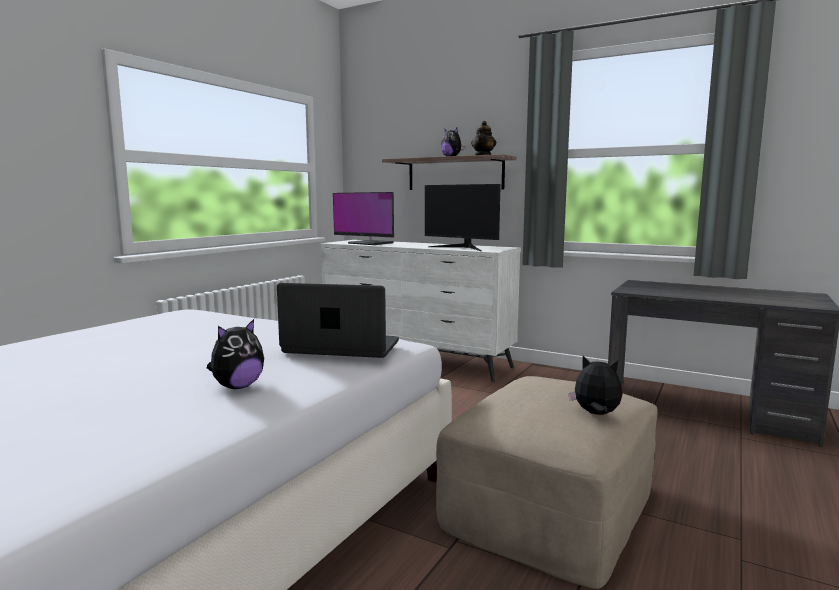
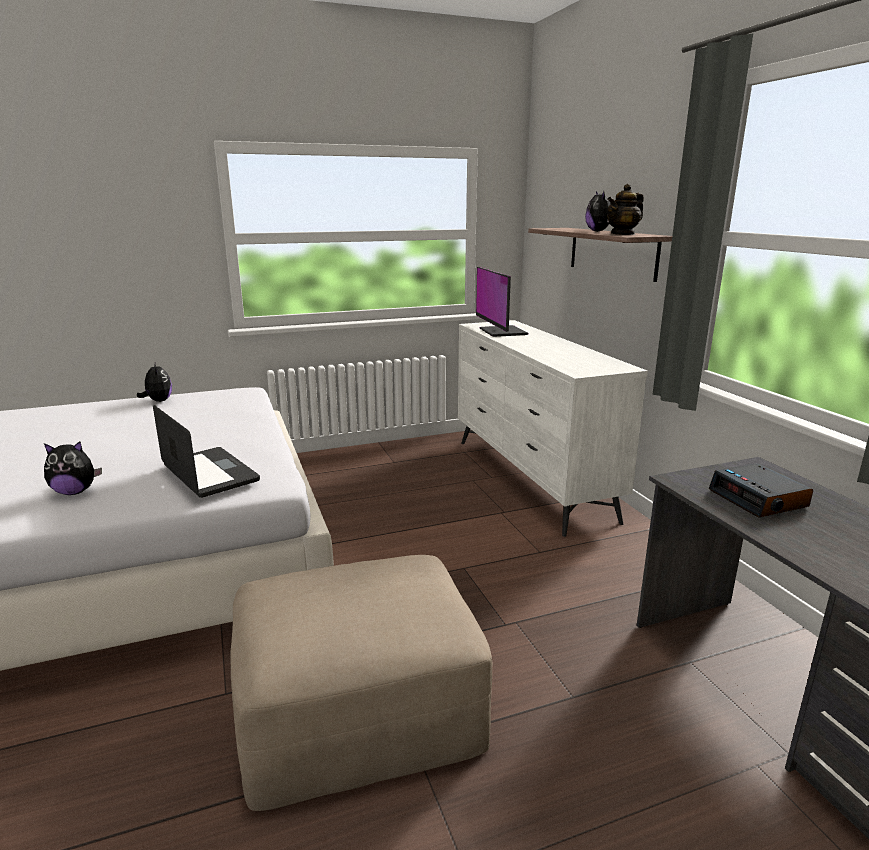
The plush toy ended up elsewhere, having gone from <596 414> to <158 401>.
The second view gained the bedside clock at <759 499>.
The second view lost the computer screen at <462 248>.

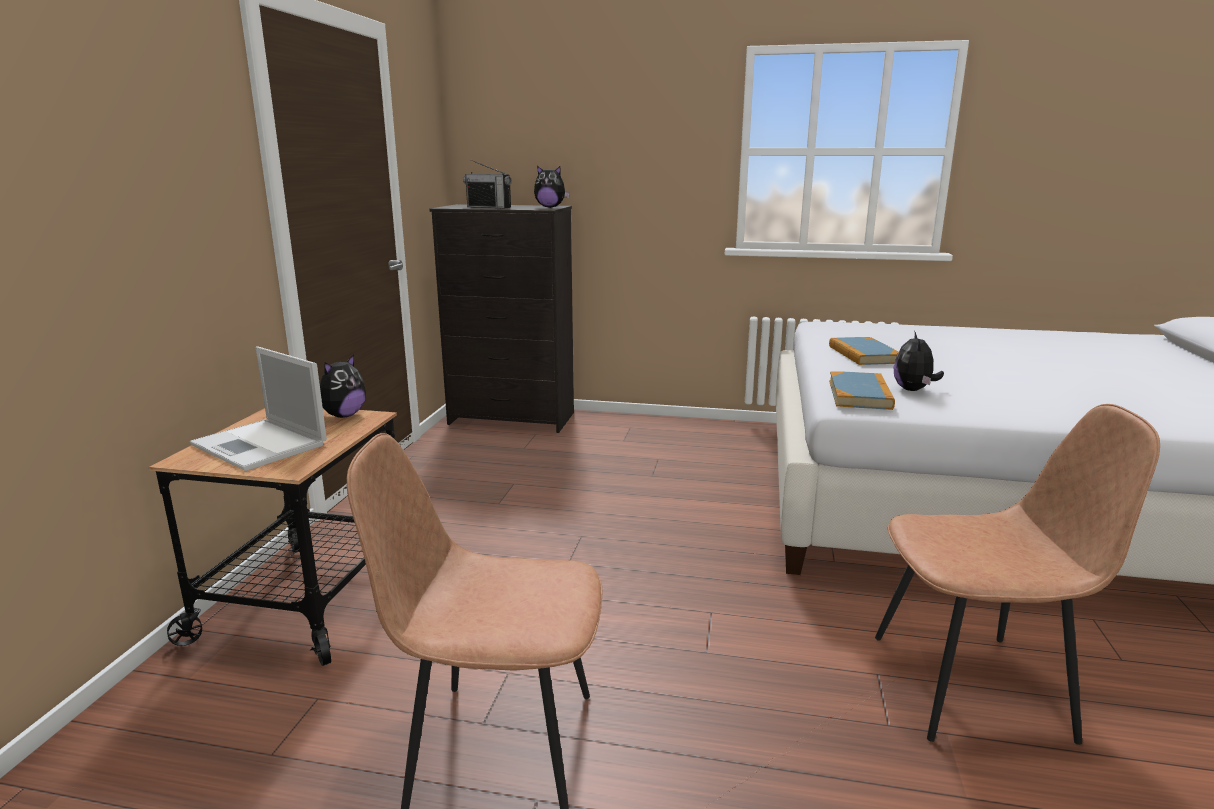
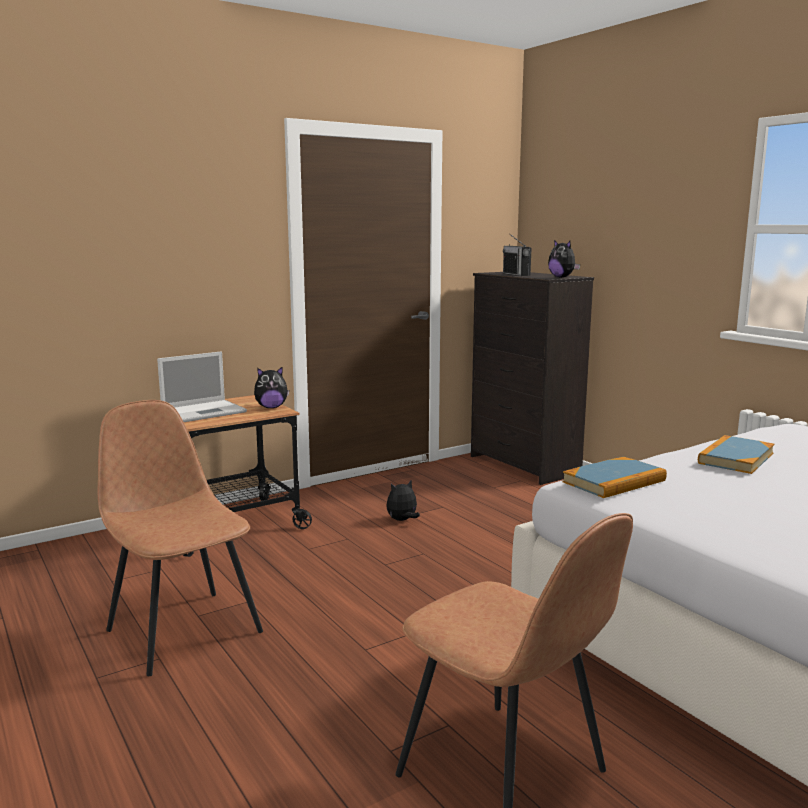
The notebook computer at <261 445> ended up facing another way, 120 degrees counterclockwise from before.
The plush toy ended up elsewhere, having gone from <913 390> to <402 520>.

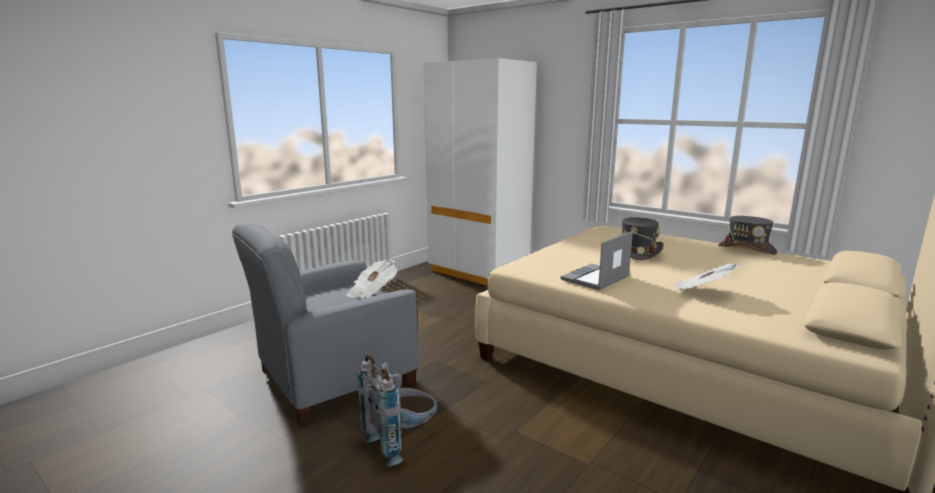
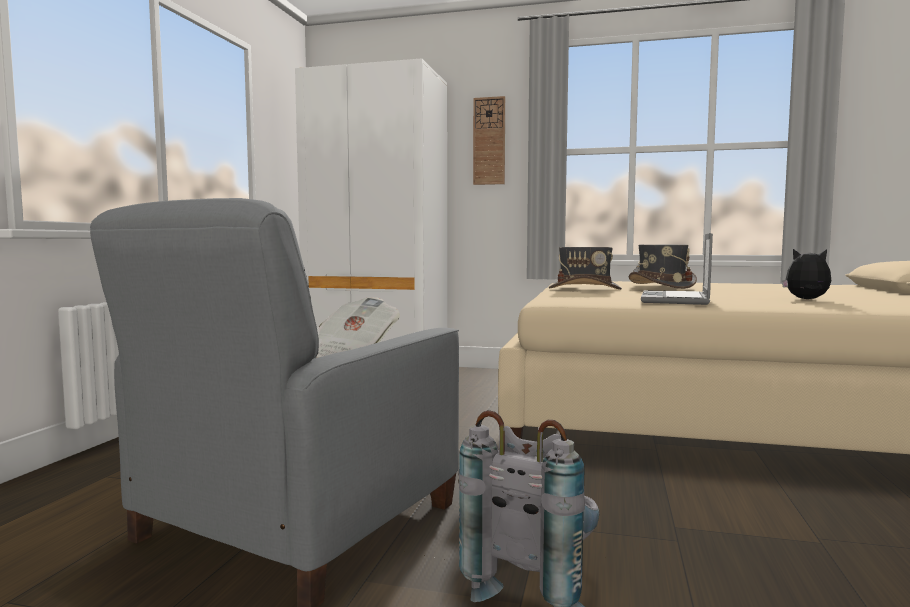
The second view gained the wall clock at <489 141>.
The greyish hat ended up elsewhere, having gone from <746 249> to <584 289>.
Where the daily paper stood at <701 291>, the plush toy came to stand at <807 299>.

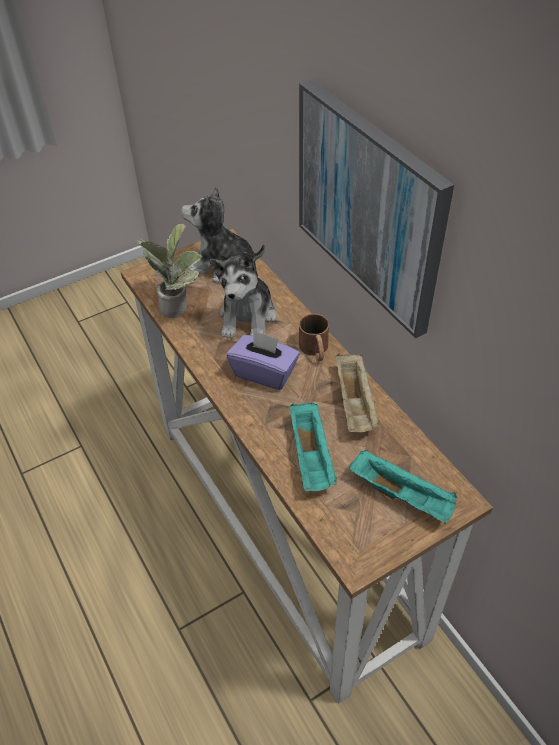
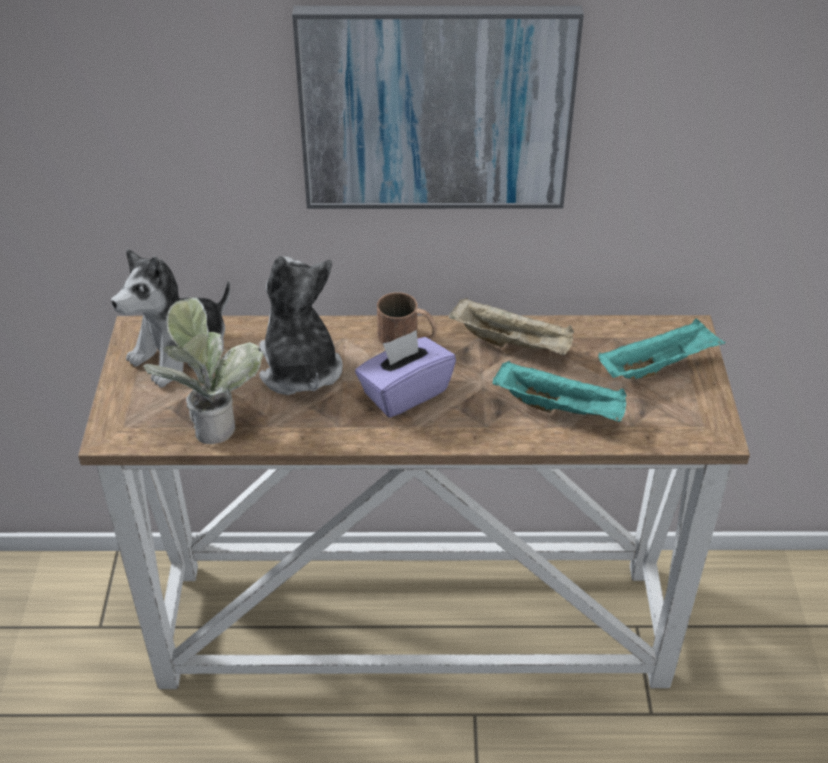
The plush toy at <248 317> ended up facing another way, 150 degrees counterclockwise from before.

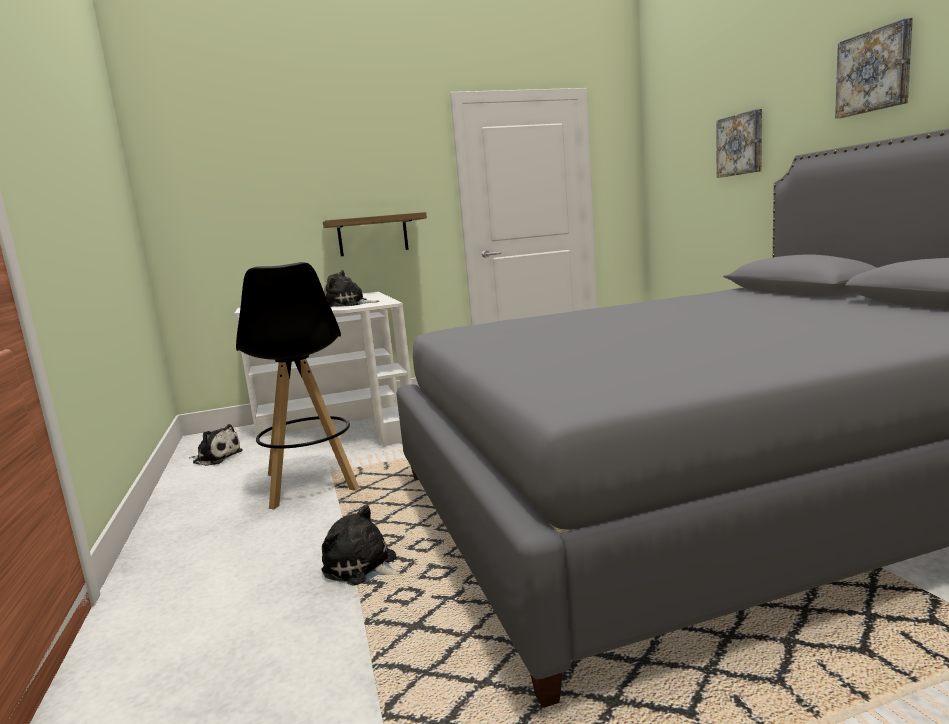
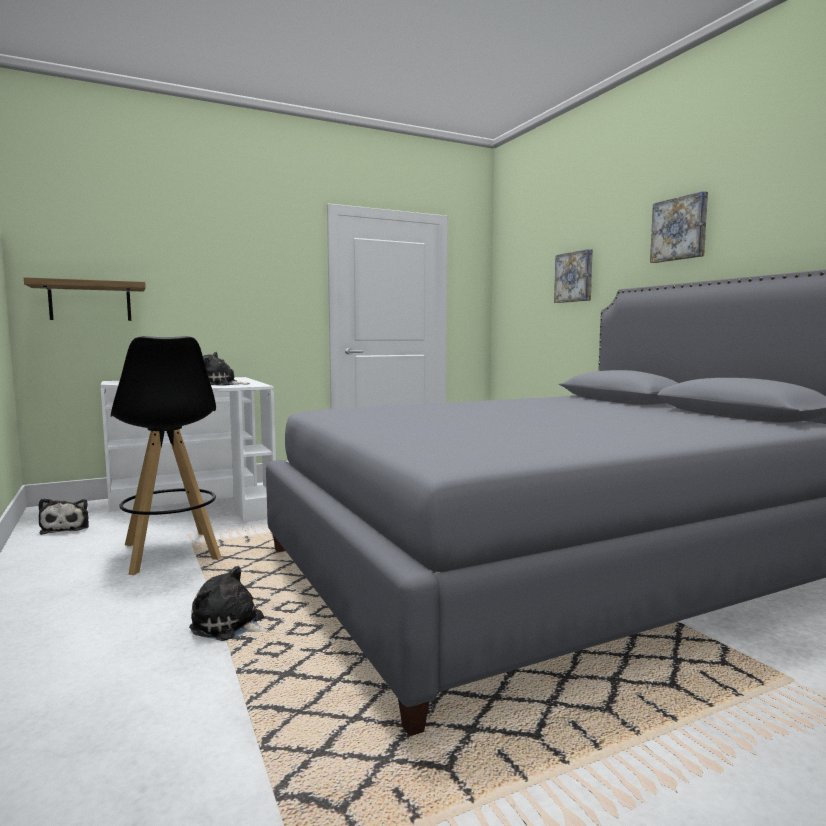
The shelf ended up elsewhere, having gone from <372 235> to <90 302>.
The plush toy at <216 457> ended up facing another way, 60 degrees clockwise from before.

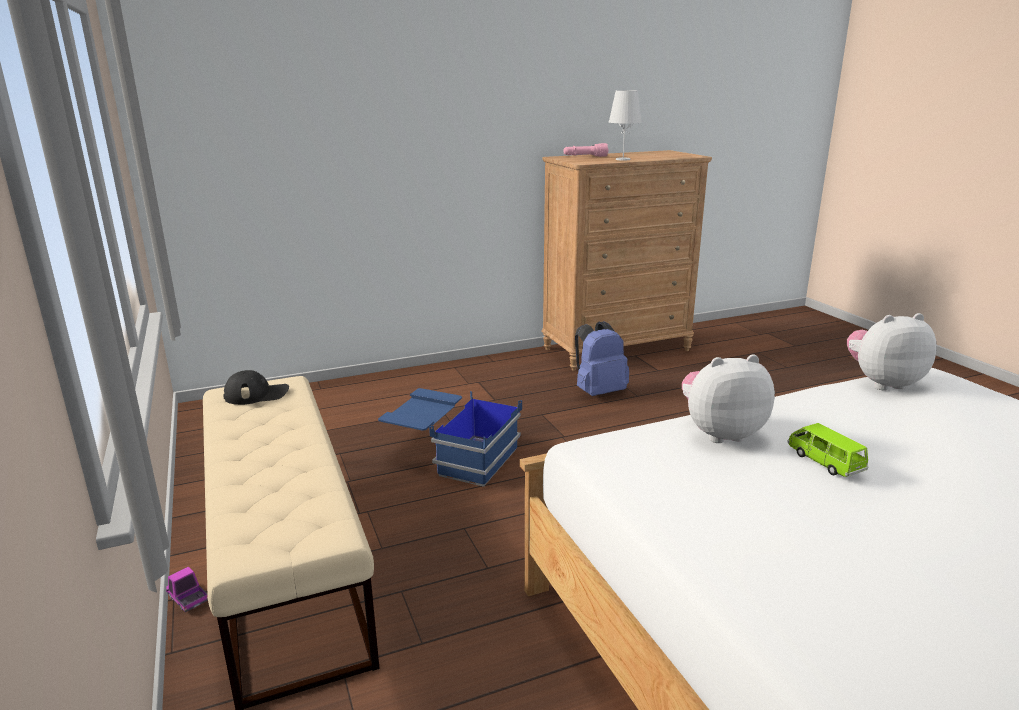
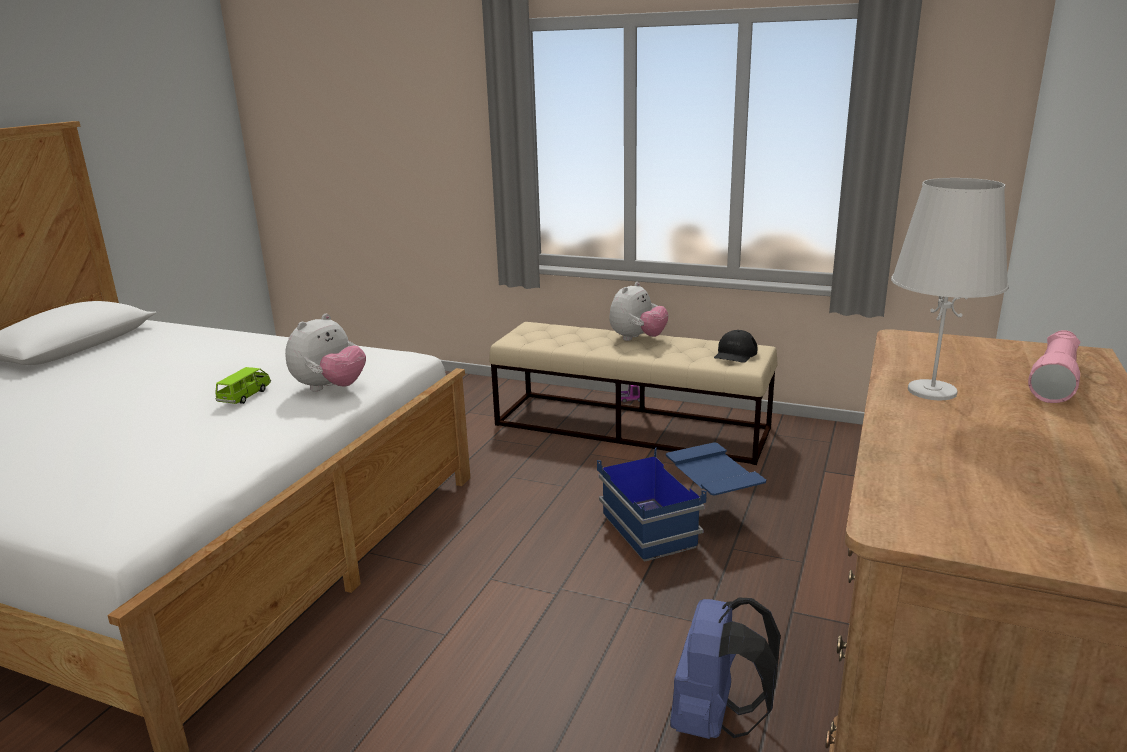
The green model car at <824 462> ended up facing another way, 90 degrees counterclockwise from before.
The plush toy ended up elsewhere, having gone from <882 383> to <637 339>.

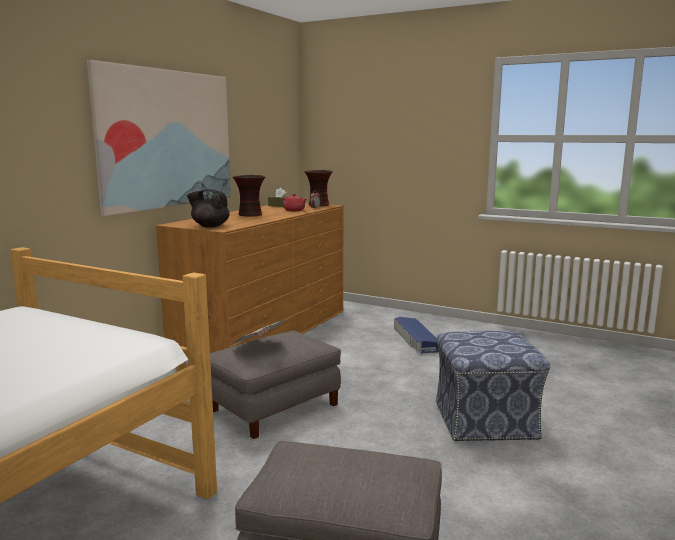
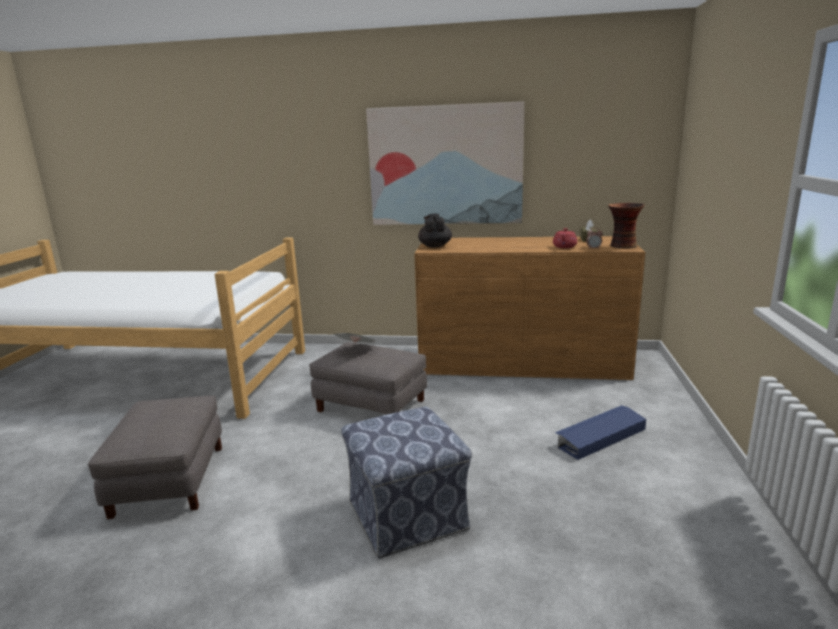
The second view lost the flower vase at <250 215>.

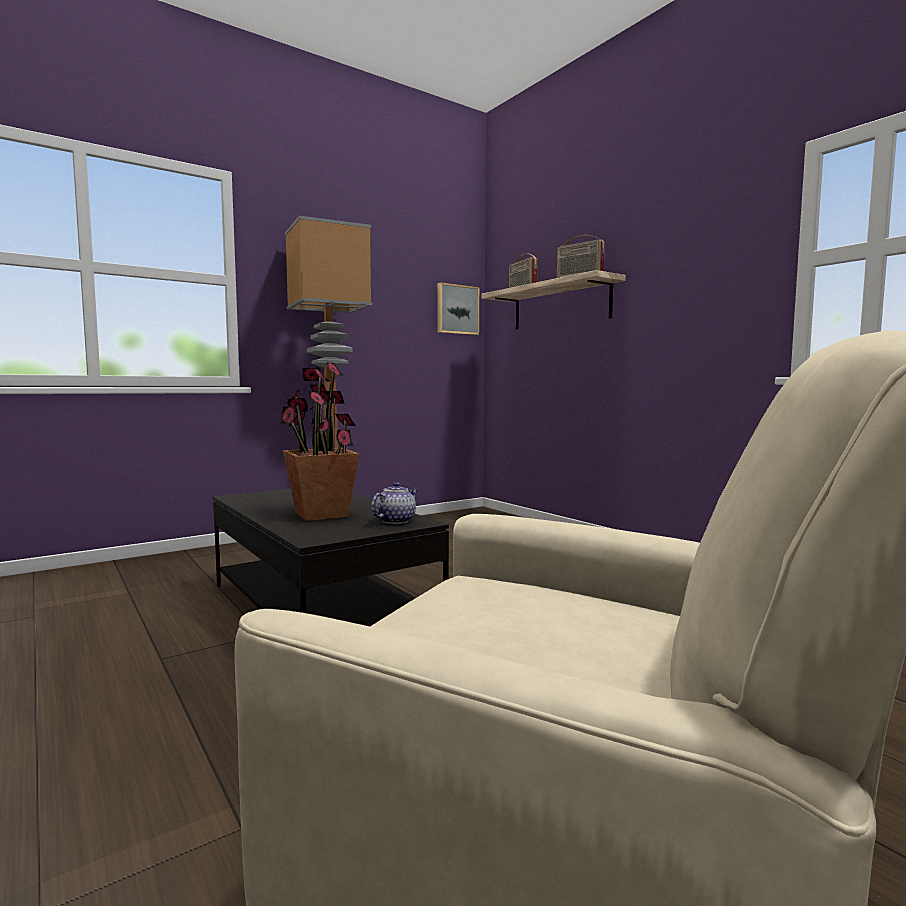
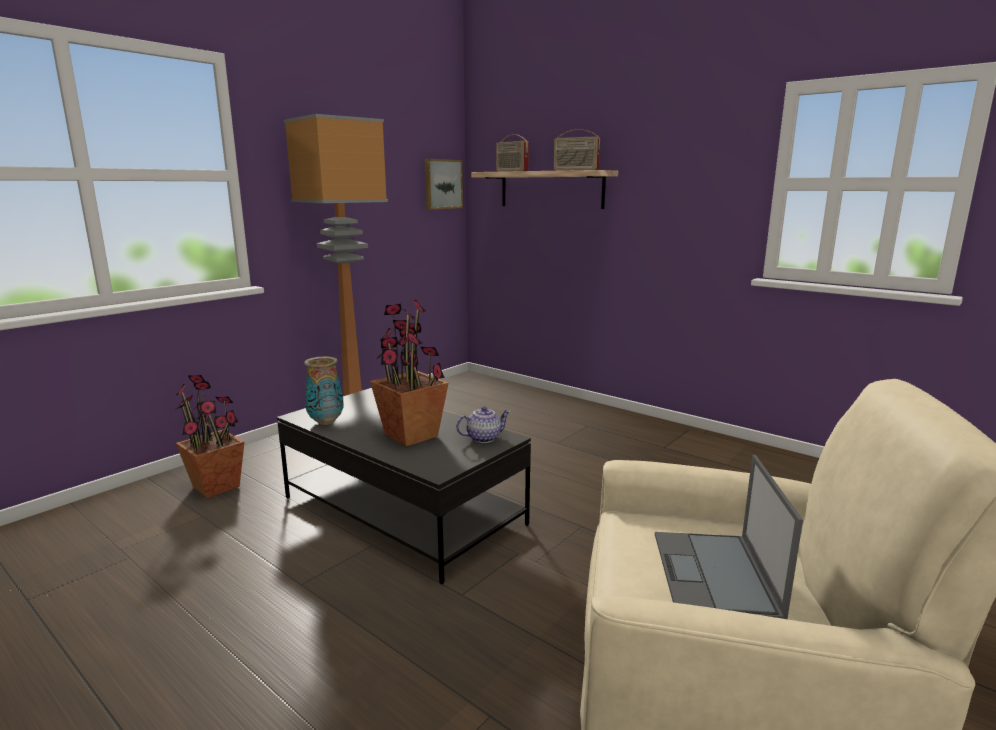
The second view gained the potted plant at <217 487>.
The second view gained the flower vase at <326 422>.
The pot for tea at <395 521> ended up facing another way, 45 degrees clockwise from before.
The second view gained the notebook computer at <715 575>.

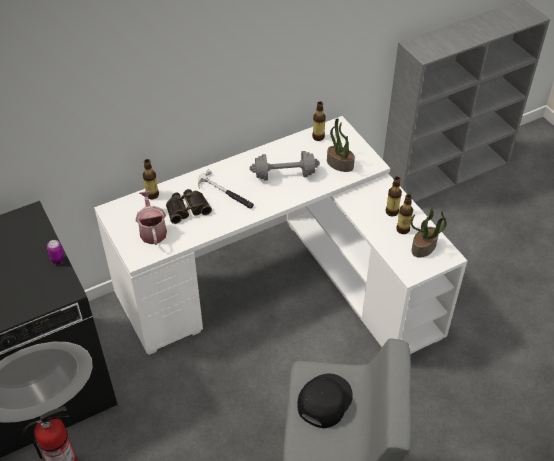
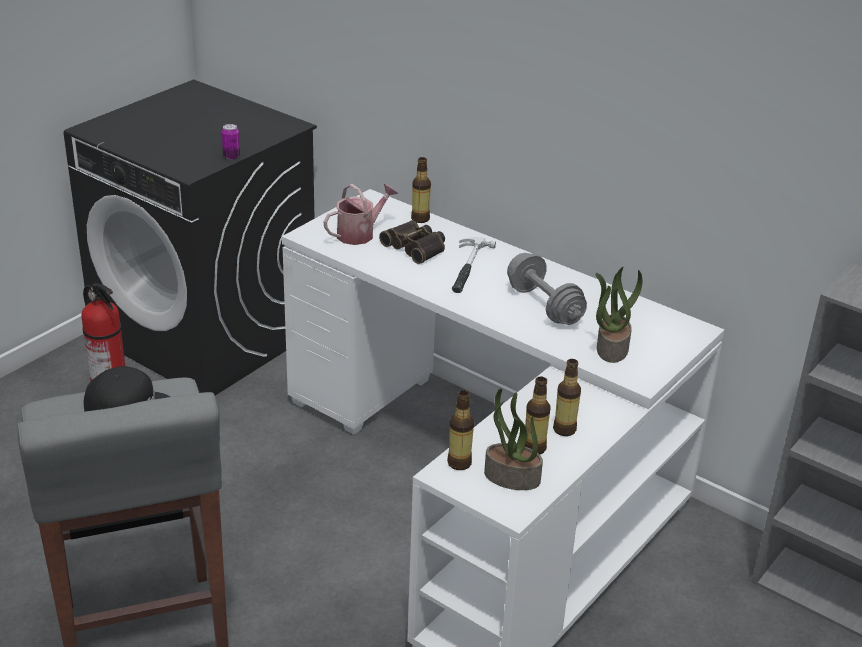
The beverage bottle ended up elsewhere, having gone from <318 137> to <459 463>.

